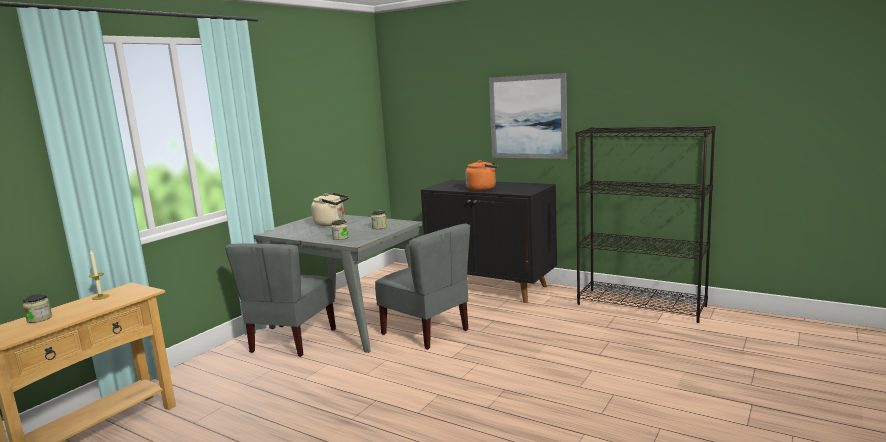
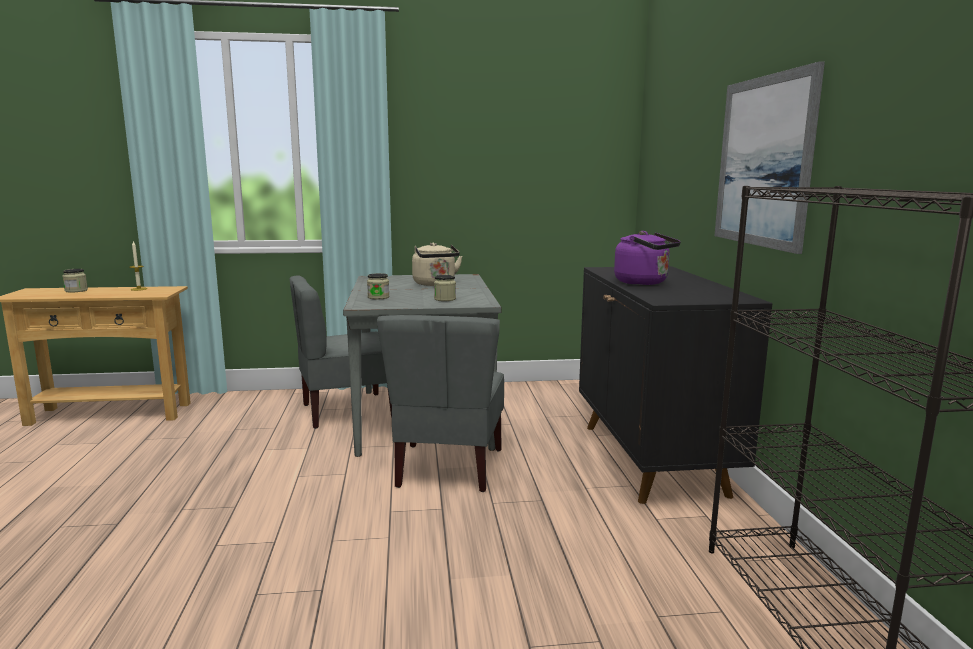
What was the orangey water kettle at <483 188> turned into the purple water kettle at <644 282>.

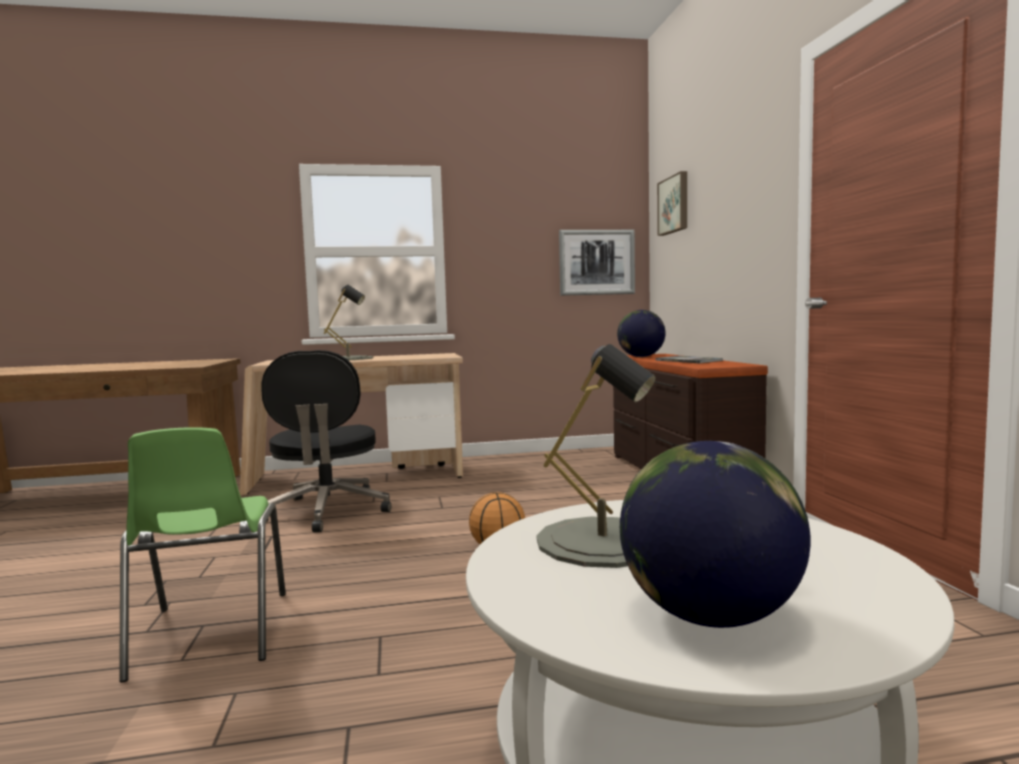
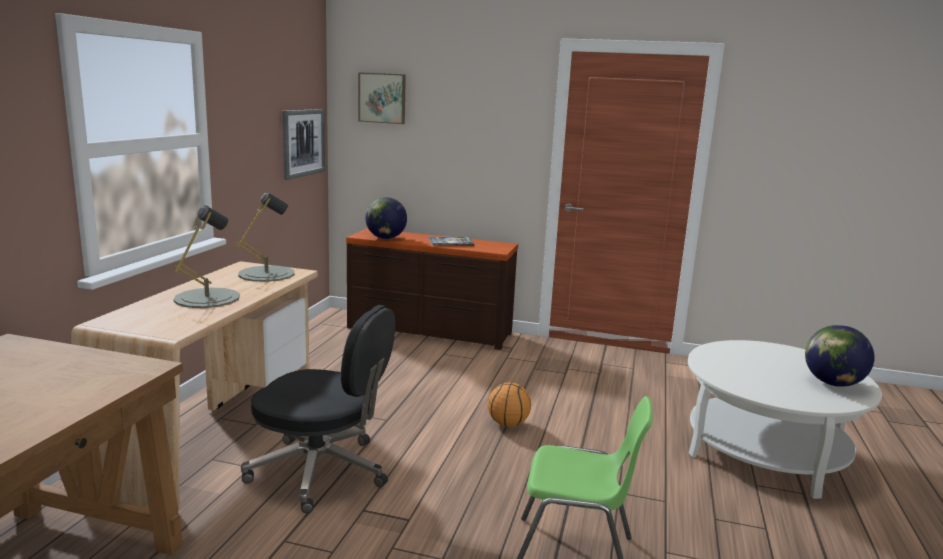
The greyish tabletop lamp ended up elsewhere, having gone from <602 541> to <266 274>.

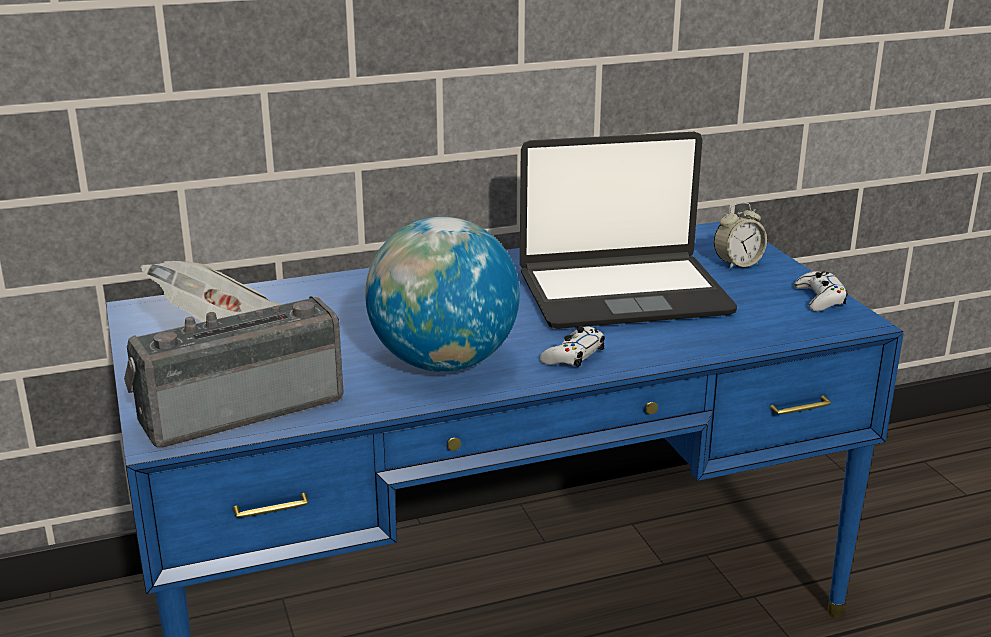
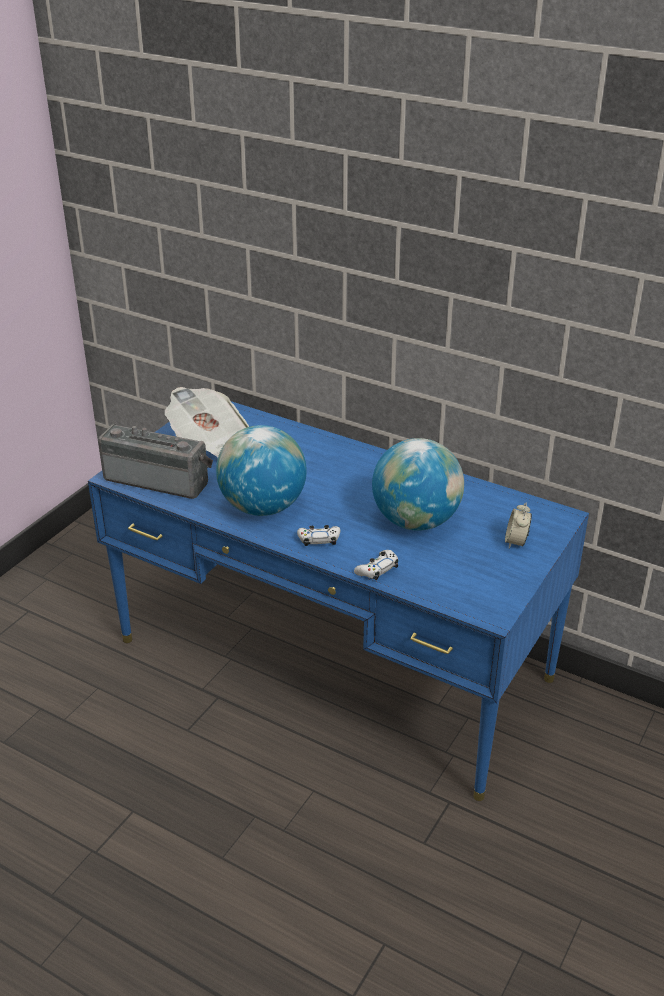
The white joypad ended up elsewhere, having gone from <820 299> to <377 569>.
Where the notebook computer stood at <623 293>, the world globe came to stand at <416 521>.
The bedside clock at <737 264> ended up facing another way, 75 degrees clockwise from before.

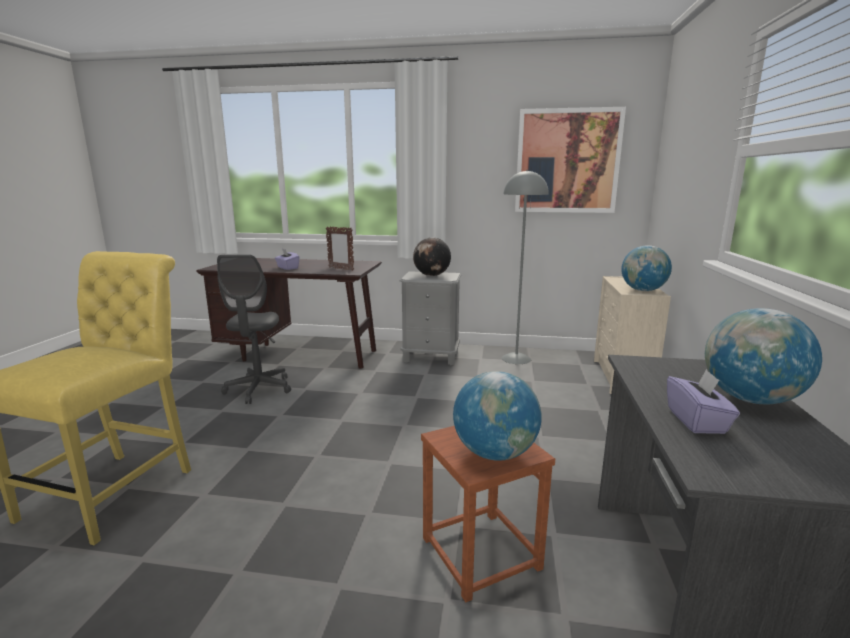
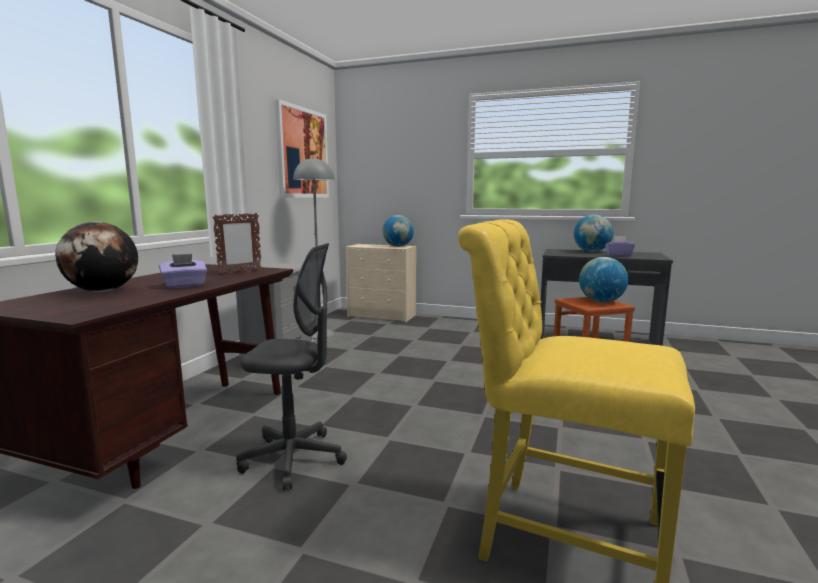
The world globe ended up elsewhere, having gone from <432 275> to <103 291>.

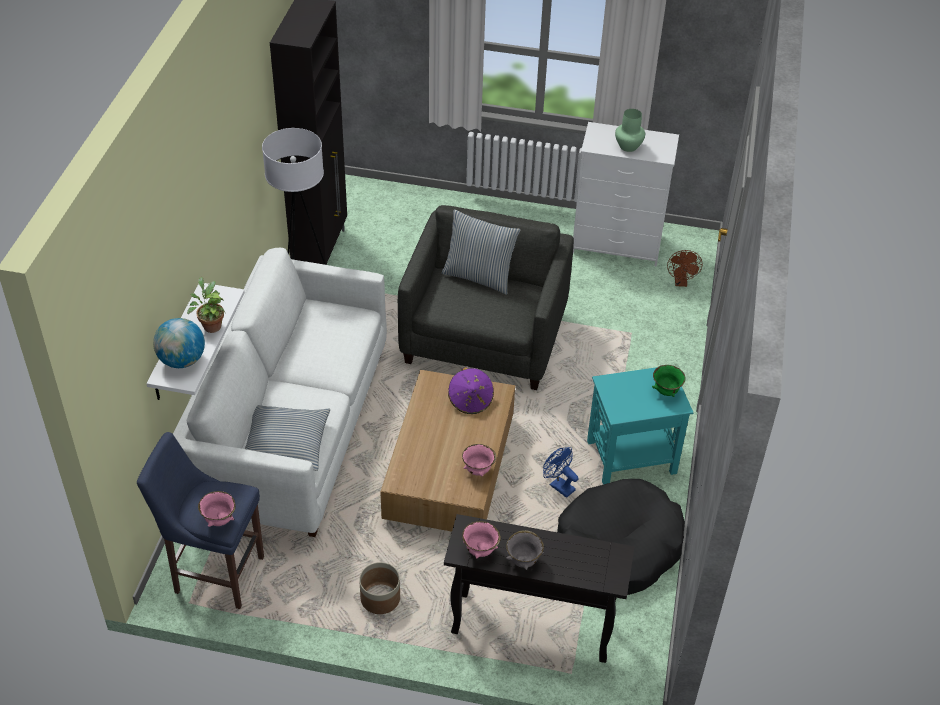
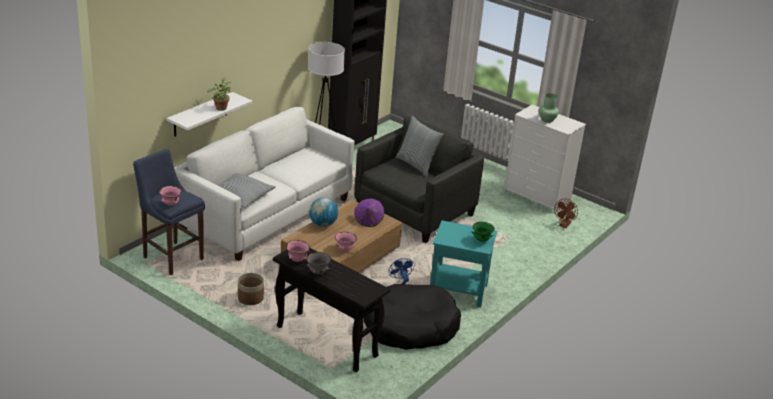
The world globe ended up elsewhere, having gone from <182 360> to <323 224>.

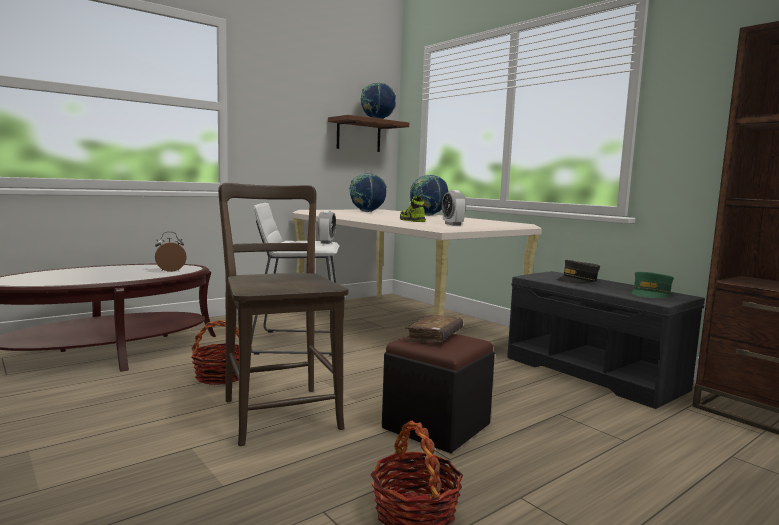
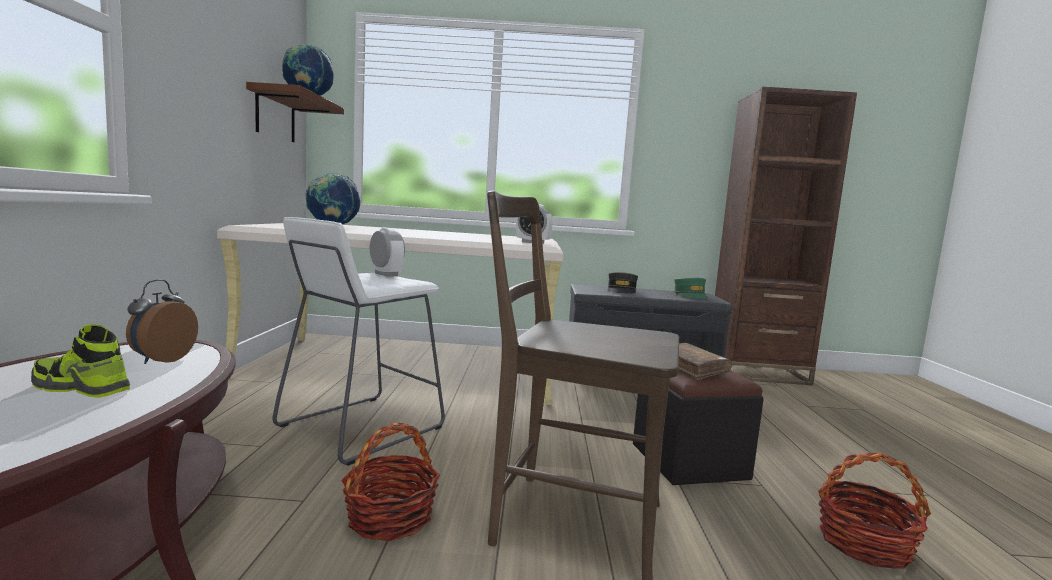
The item of footwear ended up elsewhere, having gone from <412 220> to <81 388>.
The second view lost the world globe at <428 215>.

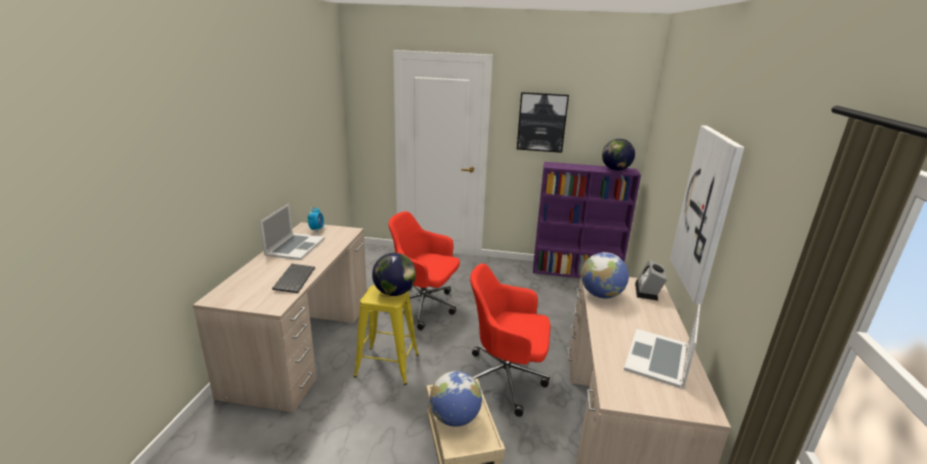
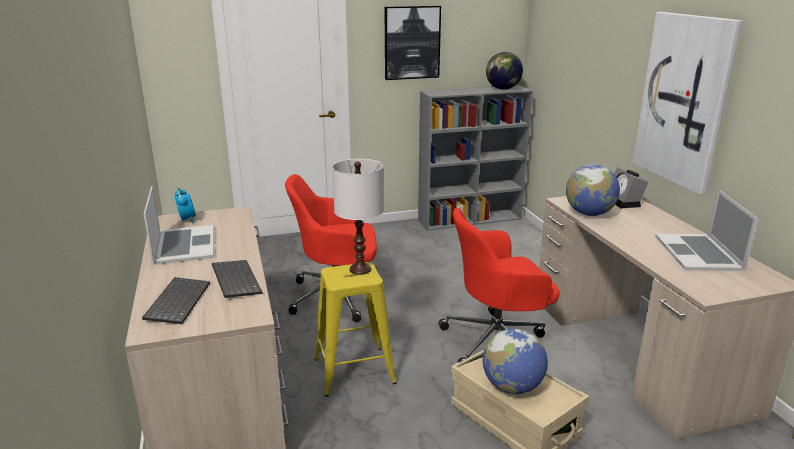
The second view gained the computer keyboard at <177 301>.
Where the world globe stood at <394 293>, the white tabletop lamp came to stand at <360 269>.
What was the purple bookshelf at <576 272> turned into the greyish bookshelf at <471 219>.

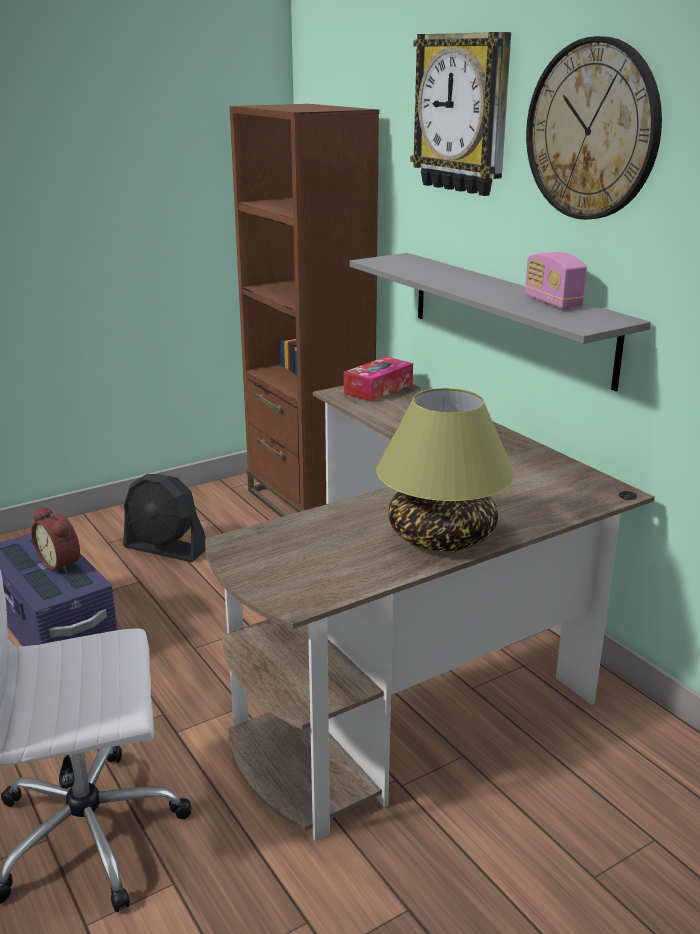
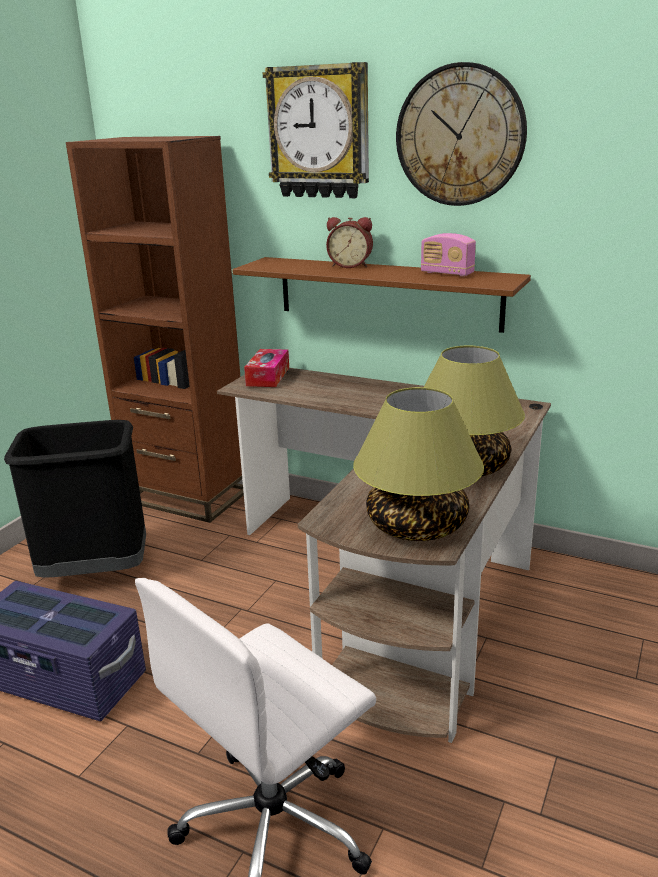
Where the blackish cooling fan stood at <165 549>, the blackish waste bin came to stand at <96 572>.
What was the greyish shelf at <509 316> turned into the brown-coloured shelf at <387 293>.
The bedside clock ended up elsewhere, having gone from <62 563> to <350 265>.
The second view gained the tabletop lamp at <416 526>.

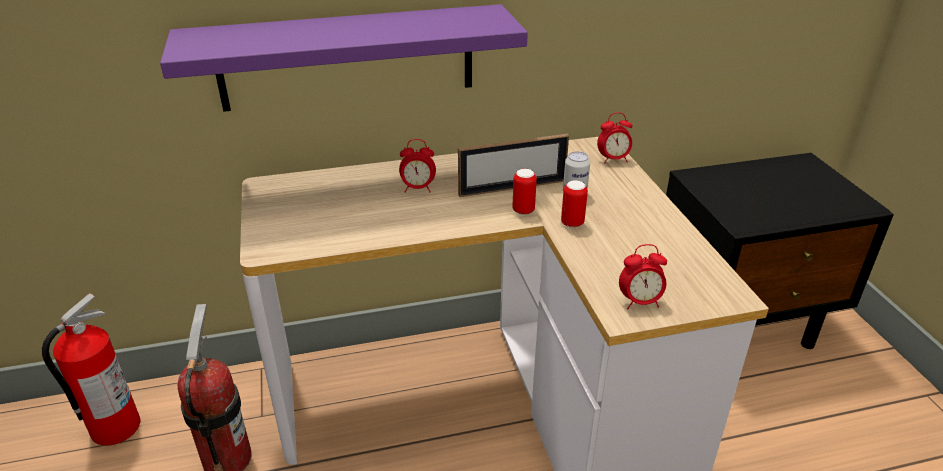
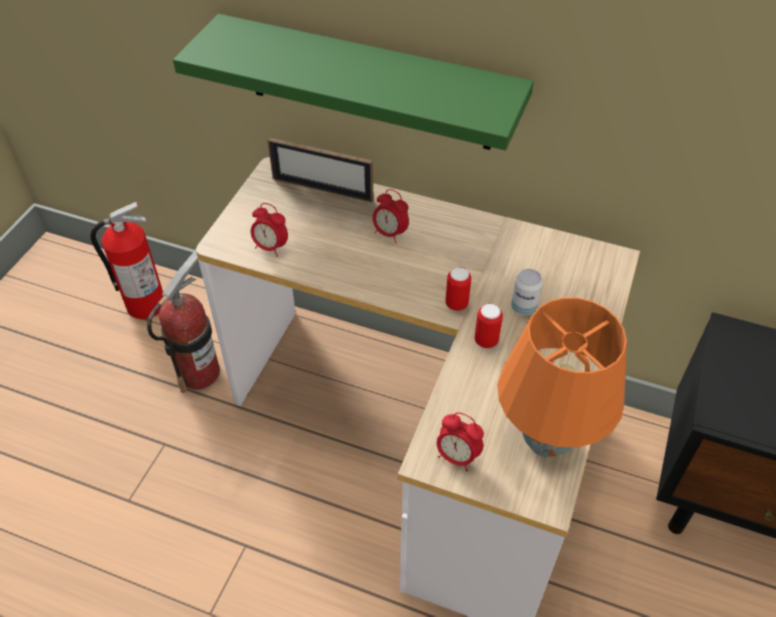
What was the purple shelf at <347 58> turned into the green shelf at <369 83>.
The bedside clock ended up elsewhere, having gone from <613 160> to <271 247>.
The standing frame ended up elsewhere, having gone from <512 188> to <322 189>.
The second view gained the orangey tabletop lamp at <545 442>.

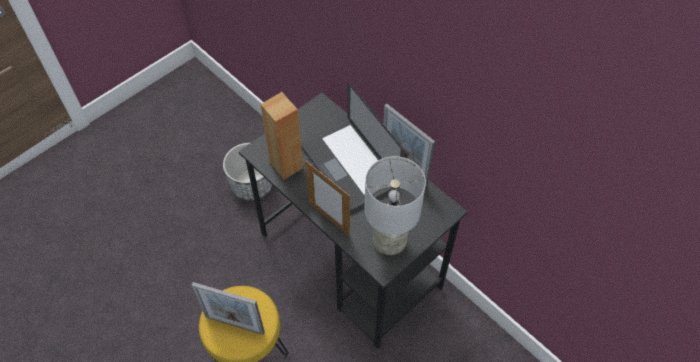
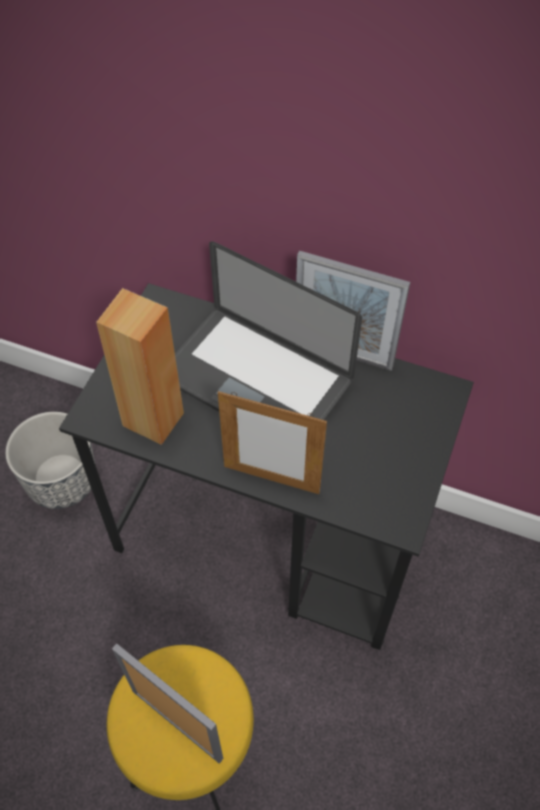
The standing frame at <235 324> ended up facing another way, 135 degrees counterclockwise from before.
The second view lost the greyish tabletop lamp at <388 243>.

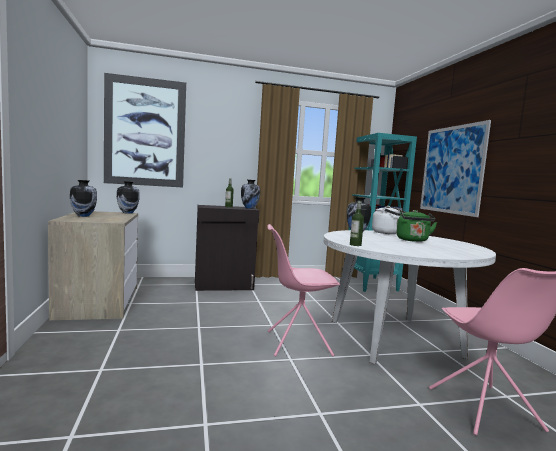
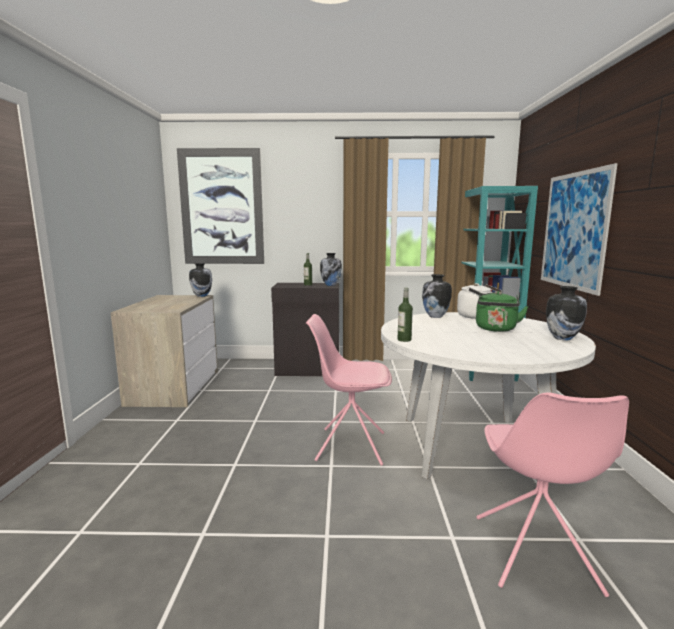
The flower vase ended up elsewhere, having gone from <83 216> to <562 338>.

